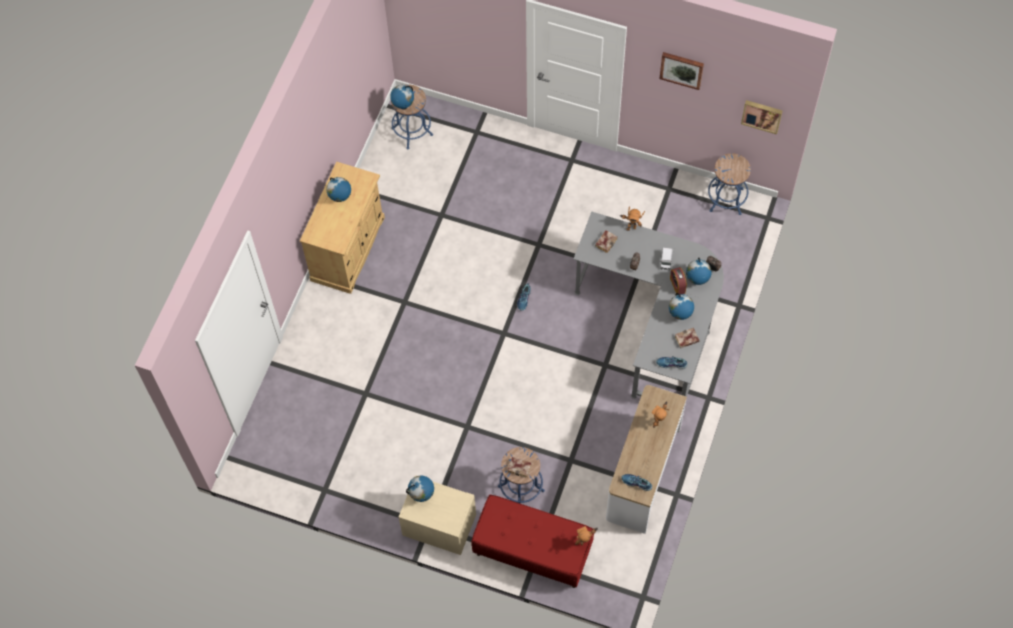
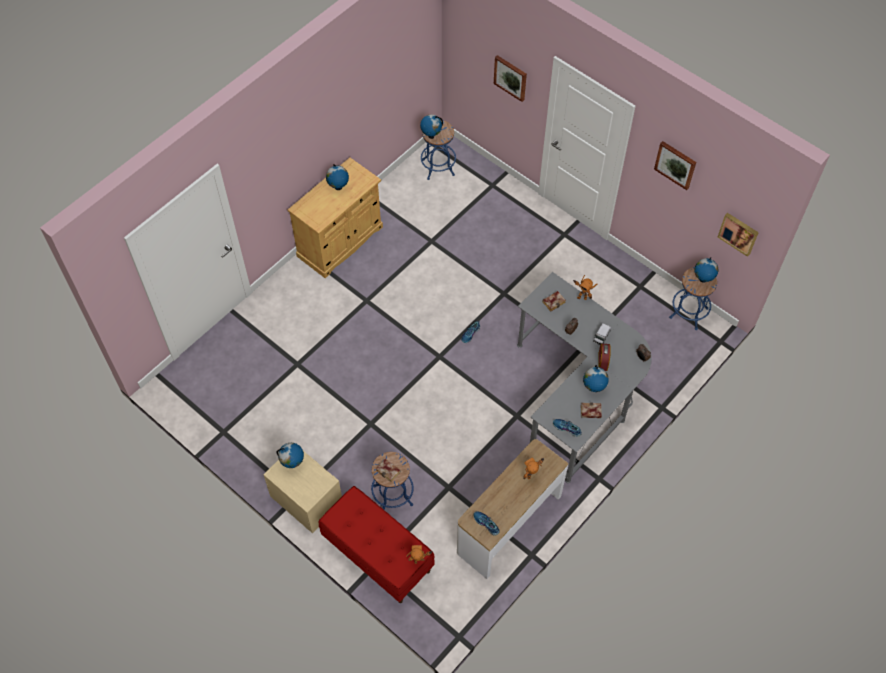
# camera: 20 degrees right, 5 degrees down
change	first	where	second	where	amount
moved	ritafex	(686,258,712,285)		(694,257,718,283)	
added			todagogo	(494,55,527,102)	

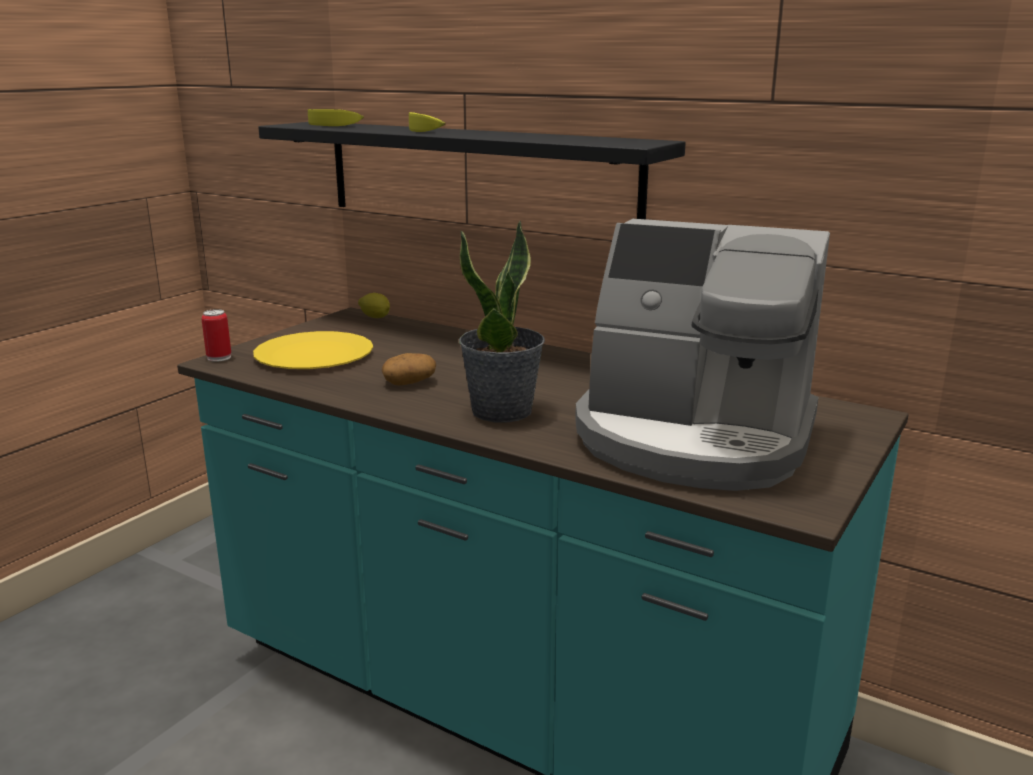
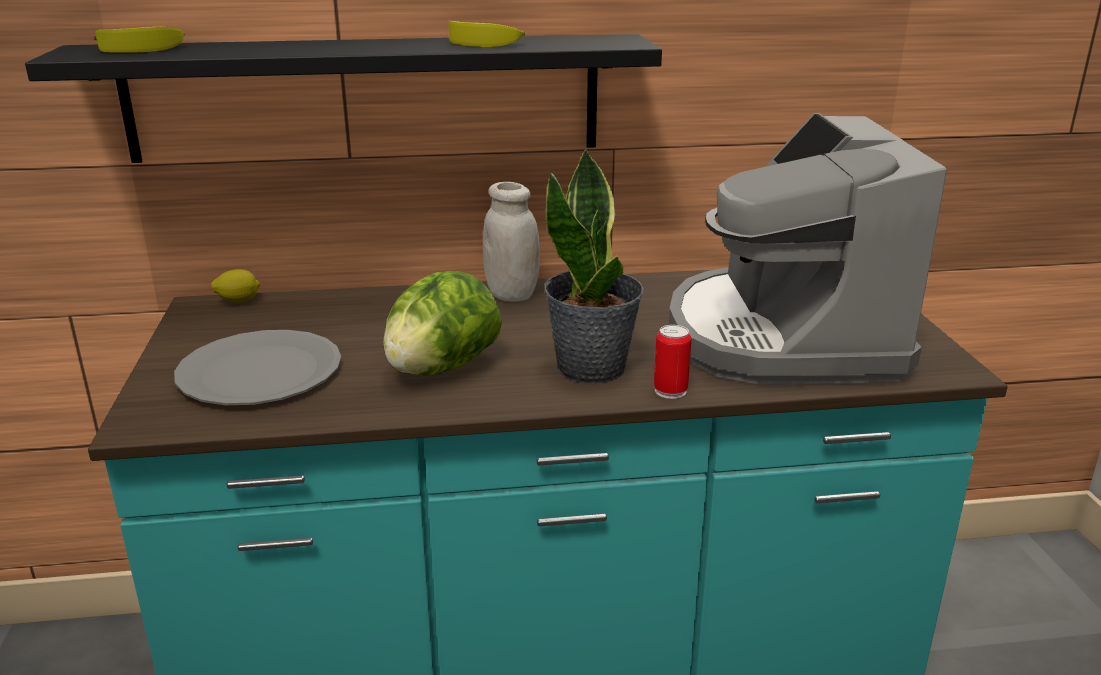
# camera: 40 degrees left, 5 degrees up
change	first	where	second	where	amount
moved	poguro	(409,112,446,132)		(449,21,525,47)	
turned	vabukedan	(575,219,830,491)		(669,113,947,384)	105 degrees clockwise
moved	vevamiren	(201,309,231,362)		(654,325,691,399)	
recoloured	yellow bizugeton	(253,331,373,369)	grey bizugeton	(174,330,342,405)	
replaced	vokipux	(382,353,436,386)	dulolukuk	(383,271,502,375)	
added			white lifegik	(483,182,540,302)	

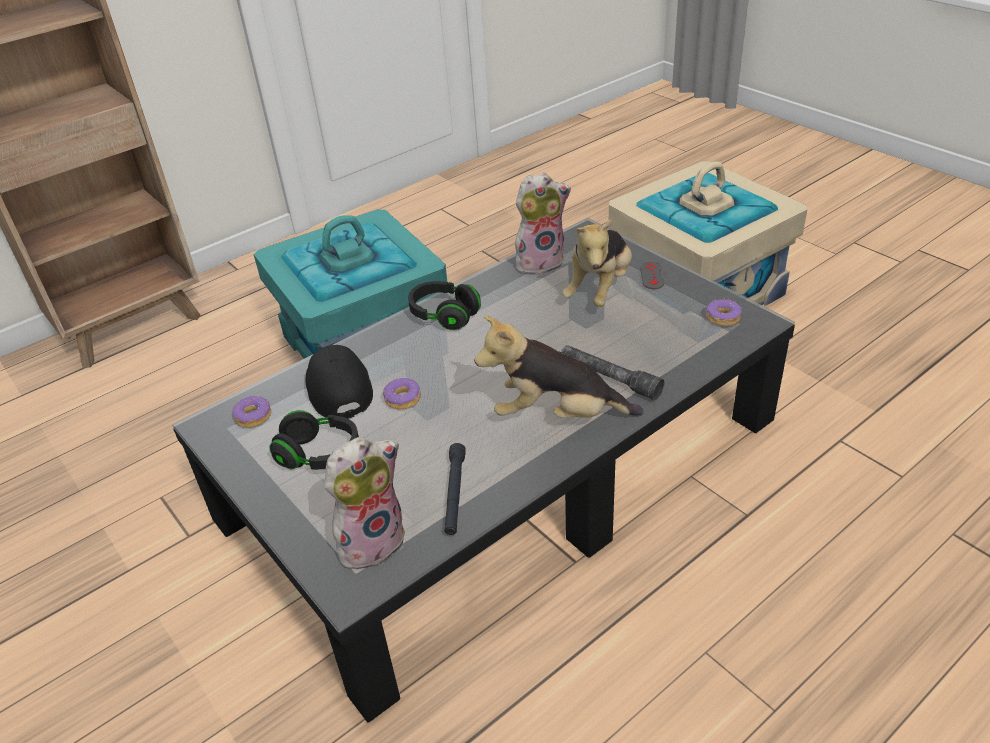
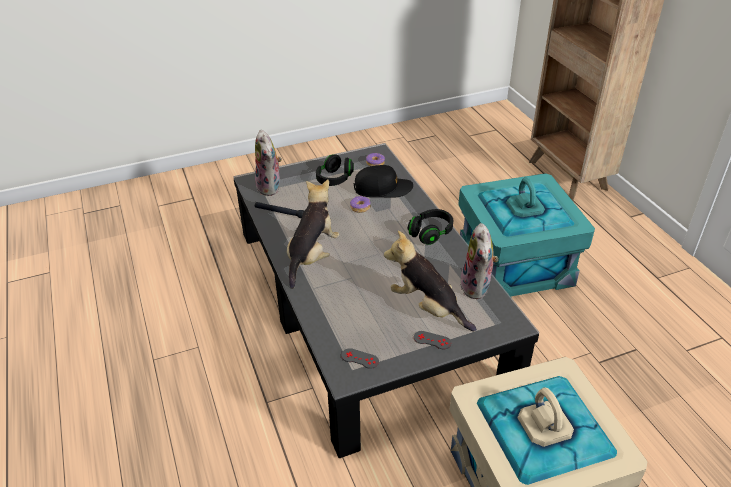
# camera: 105 degrees right, 0 degrees up
change	first	where	second	where	amount
replaced	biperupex	(706,298,742,326)	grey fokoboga	(341,348,379,369)	
removed	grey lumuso	(561,345,665,400)			

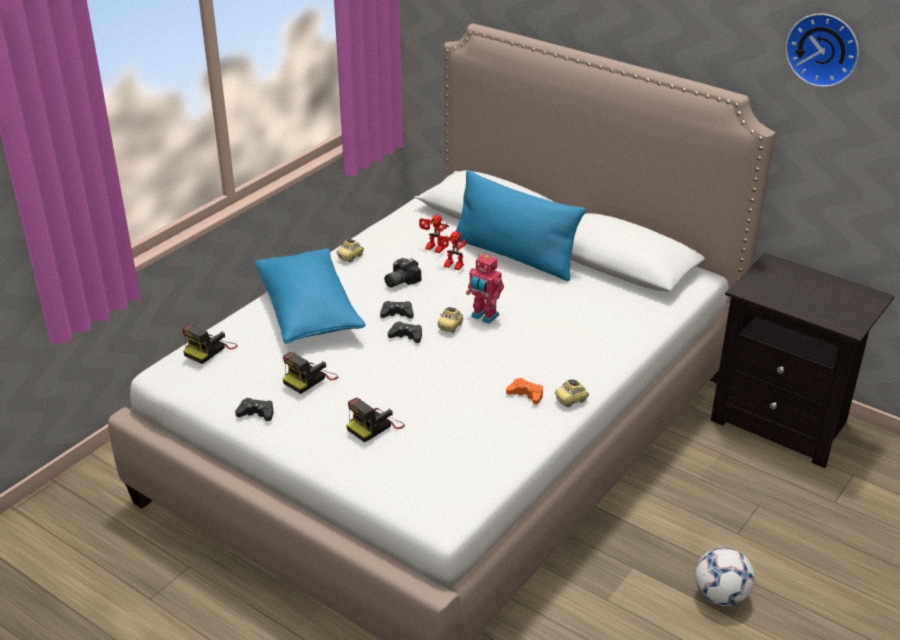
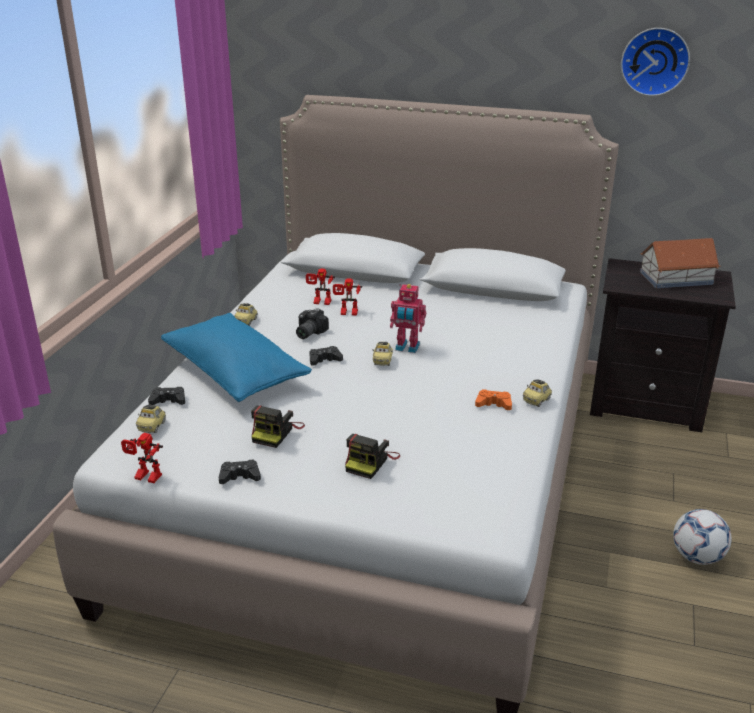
# camera: 20 degrees left, 5 degrees down
change	first	where	second	where	amount
removed	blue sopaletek	(455,170,586,281)			
moved	black fokoboga	(388,321,422,343)		(148,387,185,405)	
replaced	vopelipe	(182,324,238,364)	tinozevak	(136,405,166,433)	
added			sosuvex	(640,238,720,288)	
added			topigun	(121,433,163,483)	

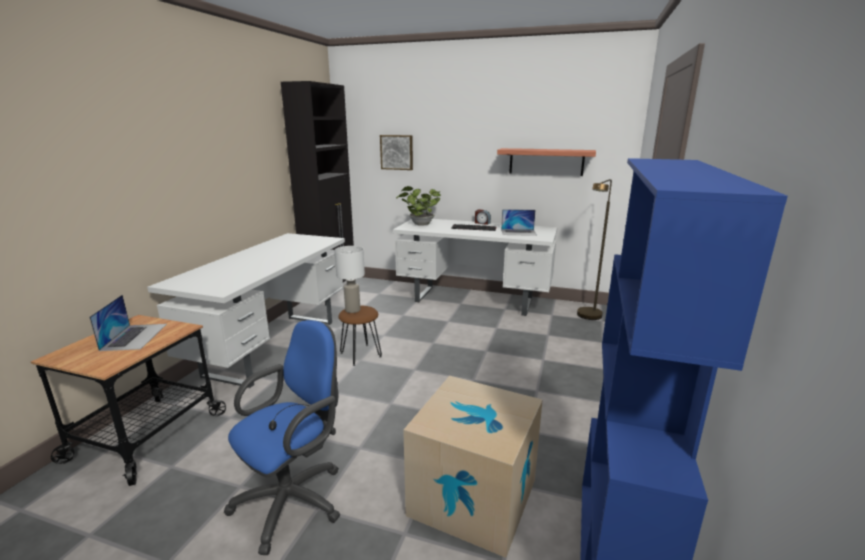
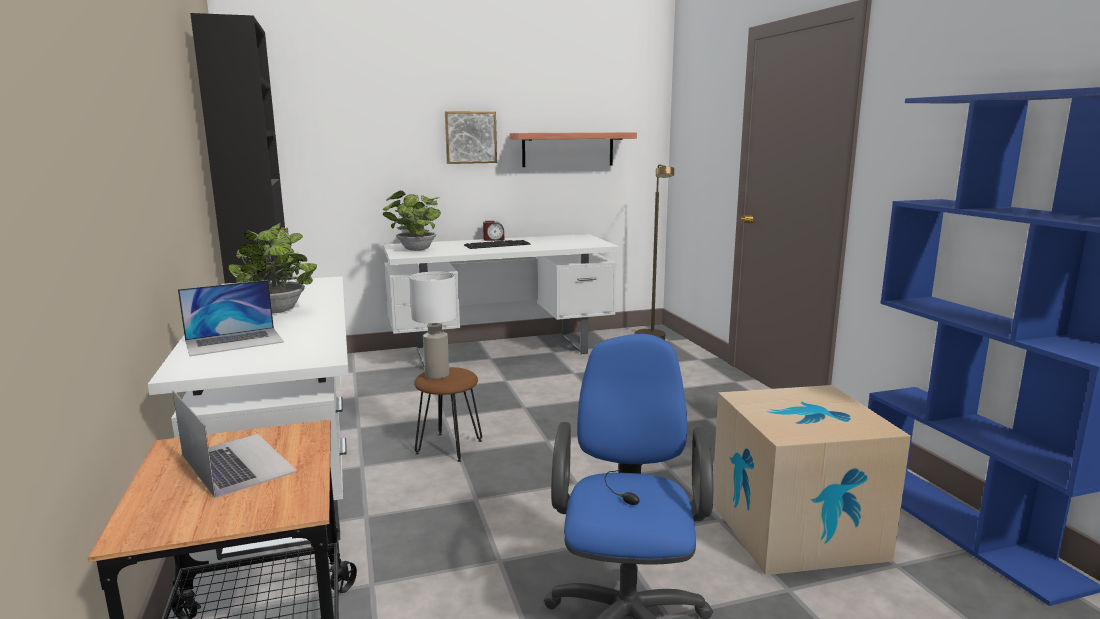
# camera: 35 degrees left, 5 degrees down
change	first	where	second	where	amount
moved	todagogo	(380,135,413,170)		(445,111,497,164)	
moved	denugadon	(501,209,537,236)		(178,280,284,356)	
added			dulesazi	(228,223,317,313)	

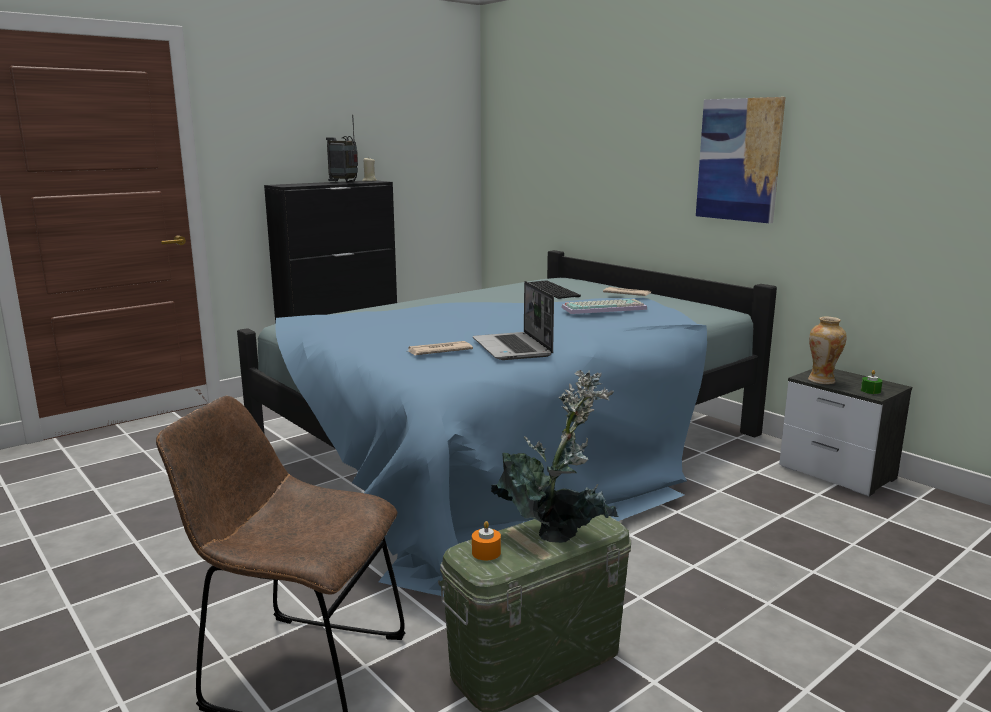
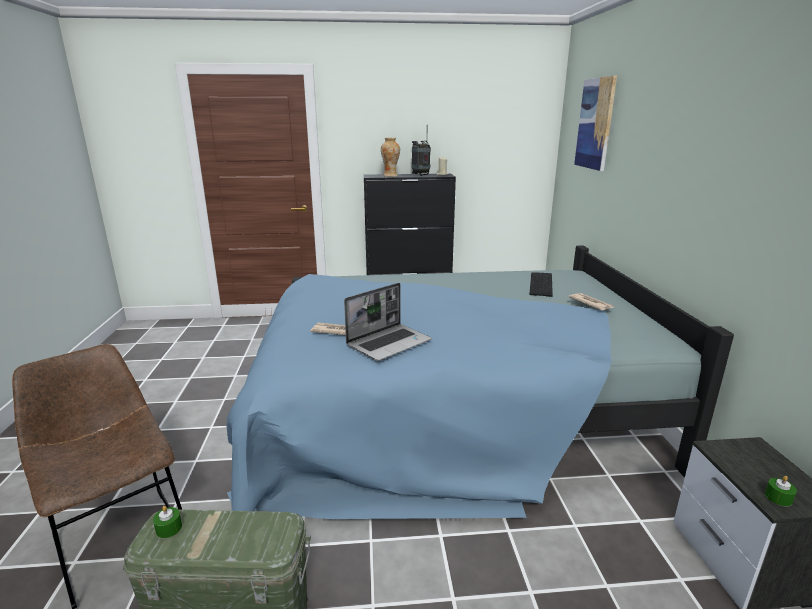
# camera: 35 degrees right, 5 degrees up
change	first	where	second	where	amount
moved	todagogo	(696,97,786,224)		(574,75,617,171)	
turned	denugadon	(473,281,554,360)		(344,283,432,361)	150 degrees counterclockwise
removed	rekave	(561,299,647,314)			
moved	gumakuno	(808,317,846,384)		(381,138,400,177)	
removed	dulesazi	(491,370,619,543)			
recoloured	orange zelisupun	(472,521,501,560)	green zelisupun	(153,506,182,538)	

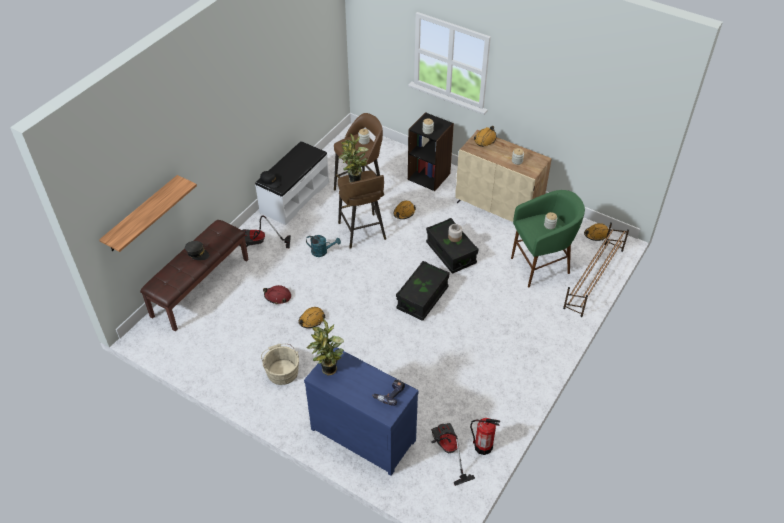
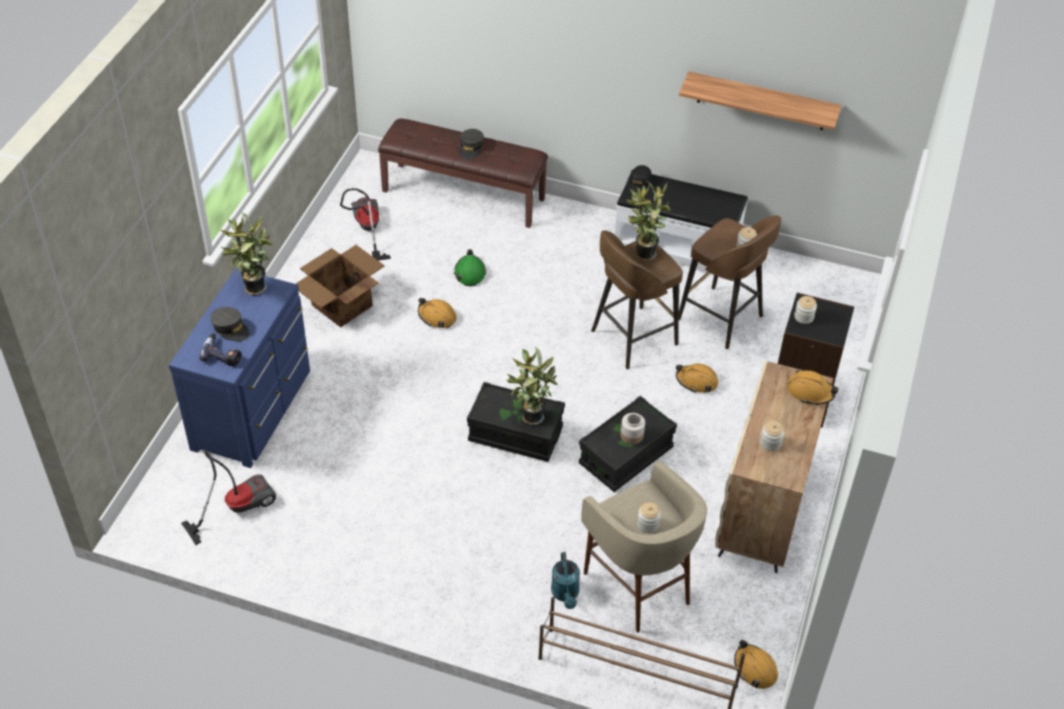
# camera: 75 degrees right, 0 degrees up
change	first	where	second	where	amount
moved	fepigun	(99,175,197,252)		(679,72,842,130)	
recoloured	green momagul	(511,190,585,288)	beige momagul	(581,461,707,632)	
moved	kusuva	(239,215,291,248)		(340,188,391,260)	
moved	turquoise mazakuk	(306,235,341,257)		(551,552,580,609)	
recoloured	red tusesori	(263,285,291,305)	green tusesori	(454,249,486,286)	
replaced	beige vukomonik	(261,344,299,385)	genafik	(296,245,385,328)	
removed	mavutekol	(470,418,500,455)			
added			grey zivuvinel	(210,307,250,341)	
added			dulesazi	(506,347,557,425)	

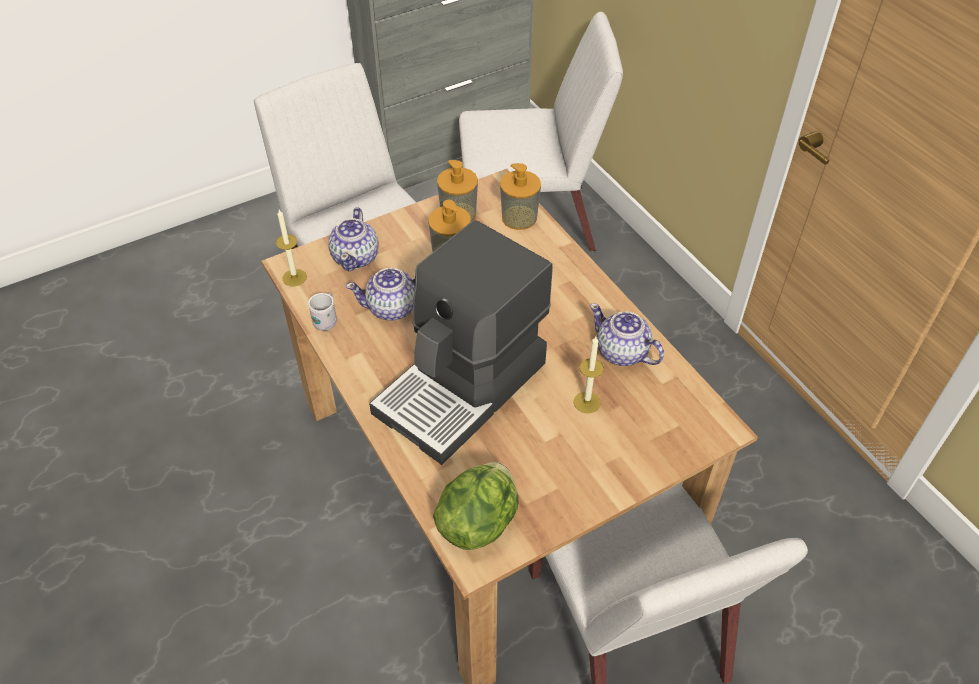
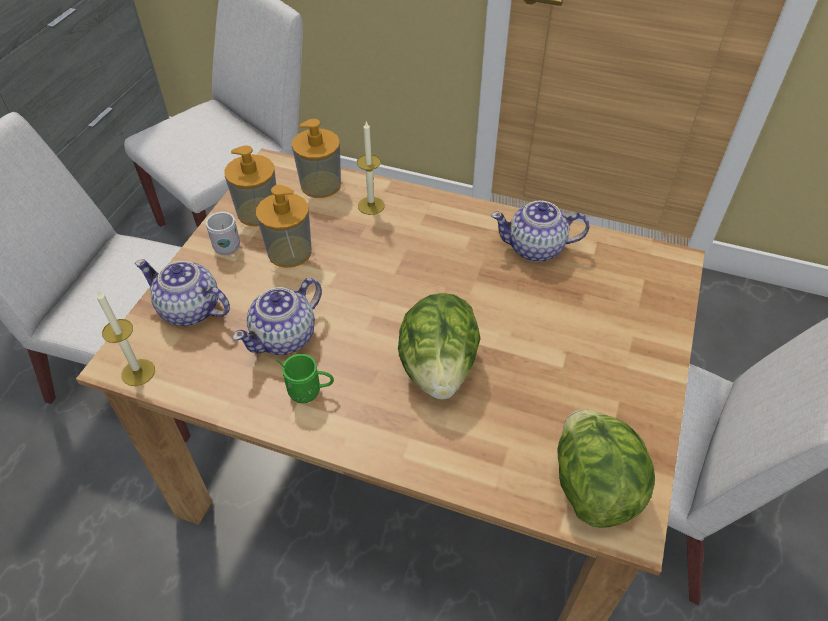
# camera: 40 degrees left, 0 degrees up
change	first	where	second	where	amount
turned	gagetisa	(328,207,379,271)		(135,259,230,326)	150 degrees clockwise
replaced	vabukedan	(369,220,553,465)	dulolukuk	(398,293,481,399)	
moved	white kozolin	(308,293,337,331)		(206,212,240,255)	
moved	zelisupun	(574,336,604,413)		(357,120,384,215)	
added			green kozolin	(277,354,334,403)	

